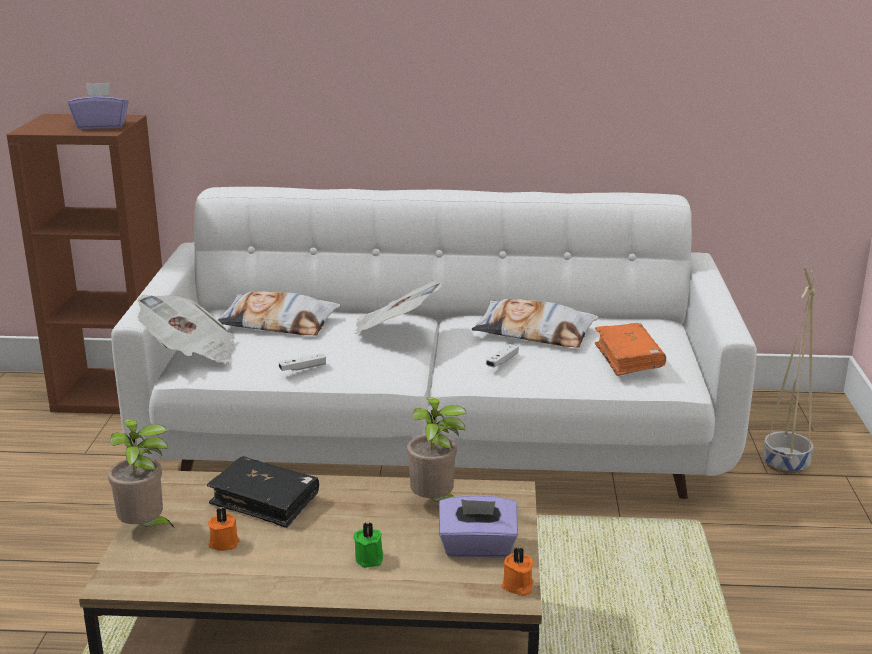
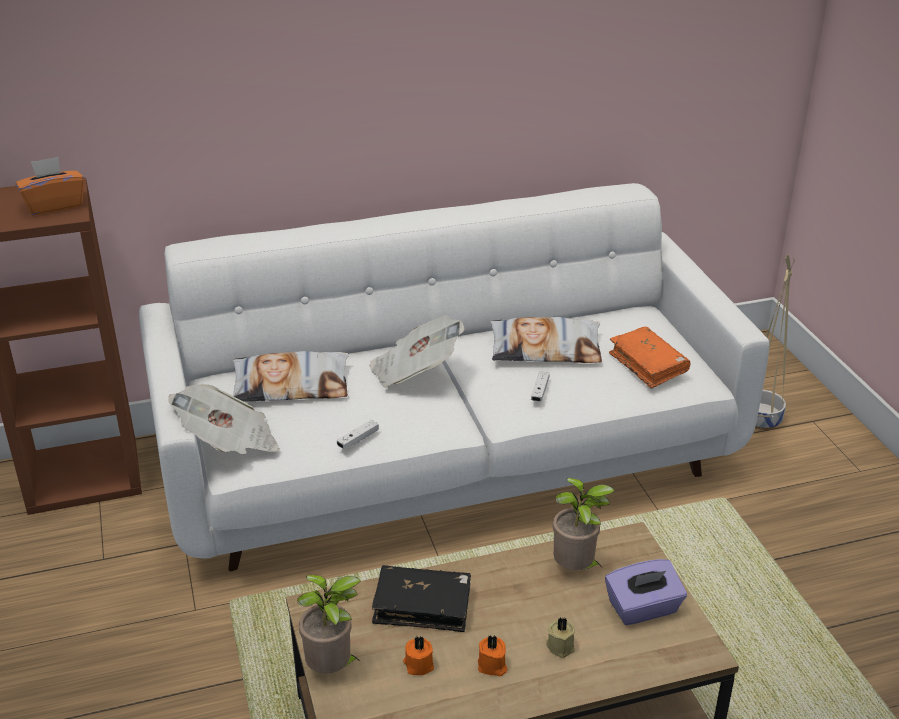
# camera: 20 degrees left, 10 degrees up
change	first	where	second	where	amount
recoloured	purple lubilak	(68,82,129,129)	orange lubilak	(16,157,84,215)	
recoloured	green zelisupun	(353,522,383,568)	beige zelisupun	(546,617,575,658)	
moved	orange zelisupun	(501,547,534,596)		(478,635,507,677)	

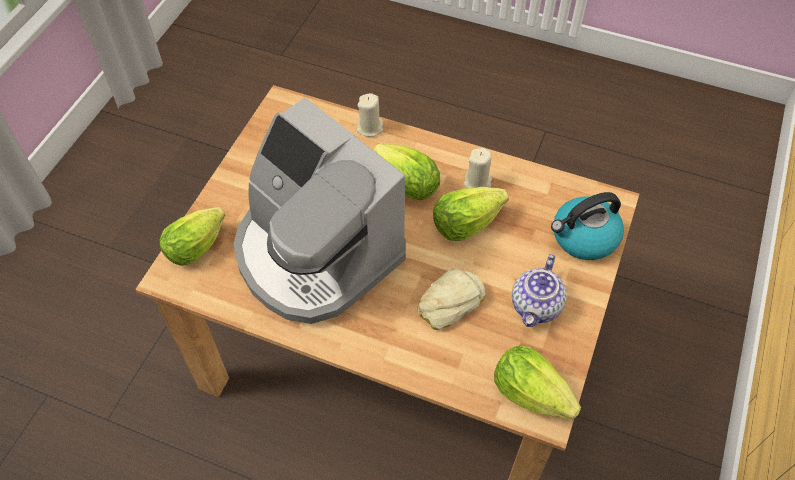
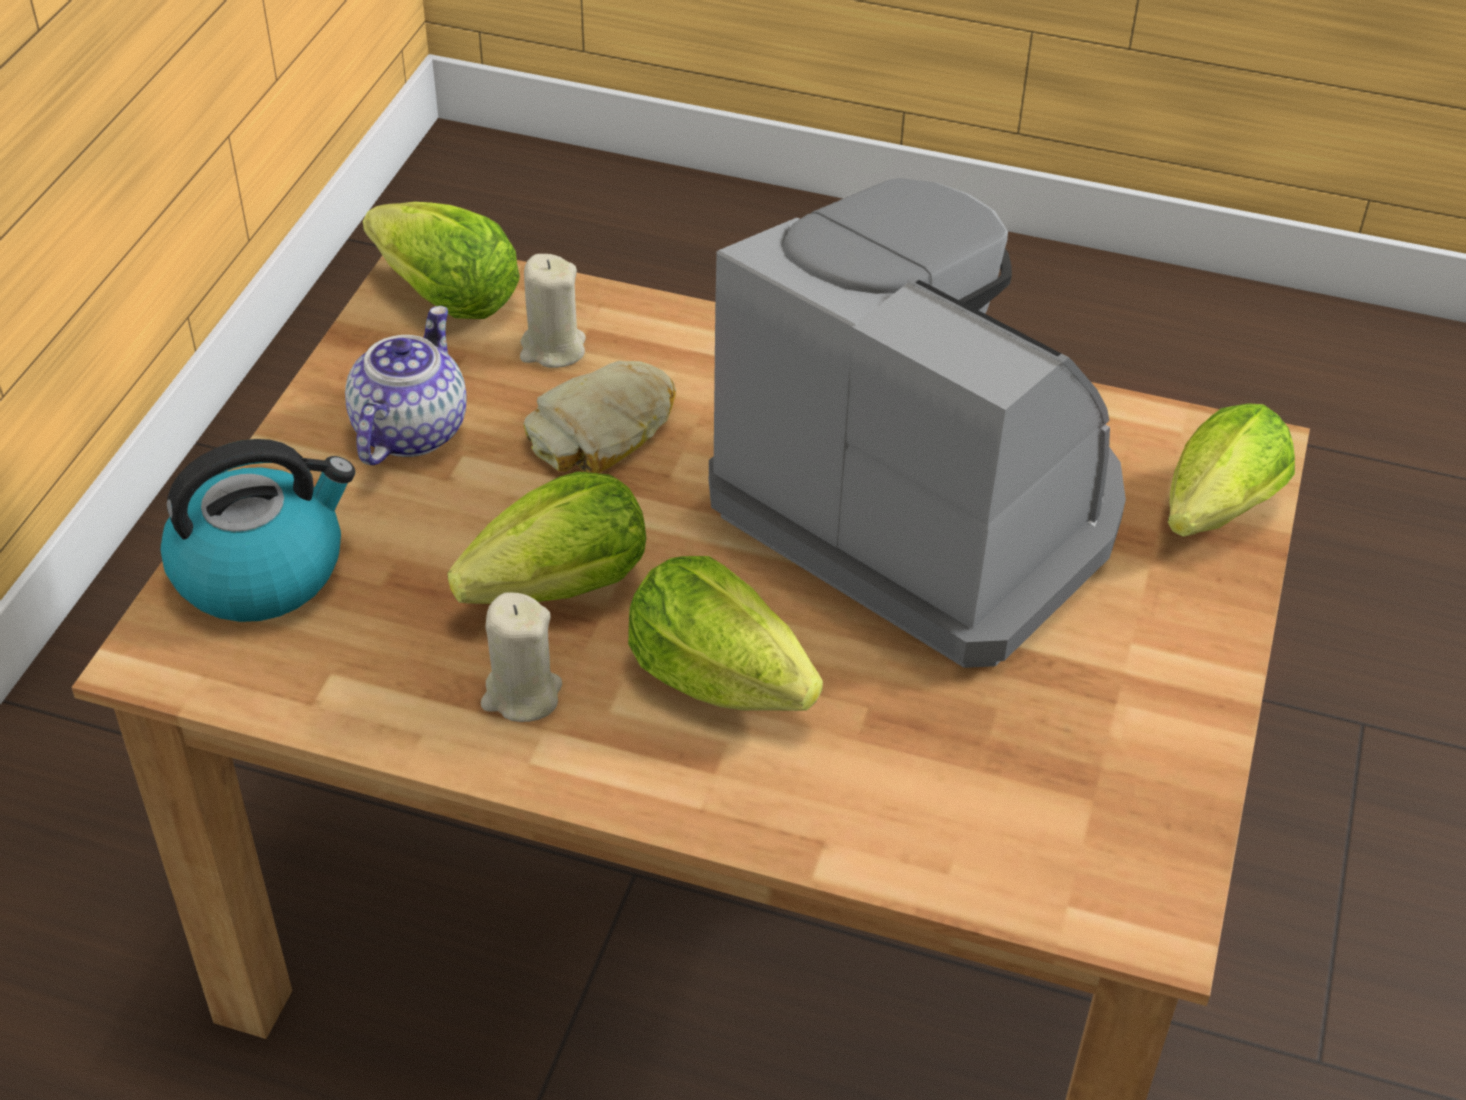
# camera: 175 degrees right, 10 degrees down
change	first	where	second	where	amount
moved	beige zelisupun	(357,93,383,137)		(520,254,586,368)	

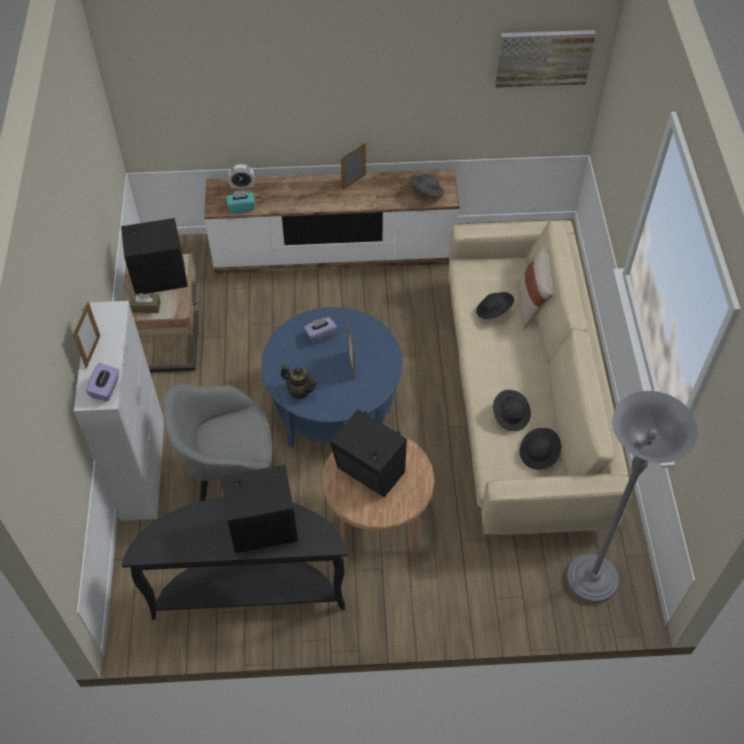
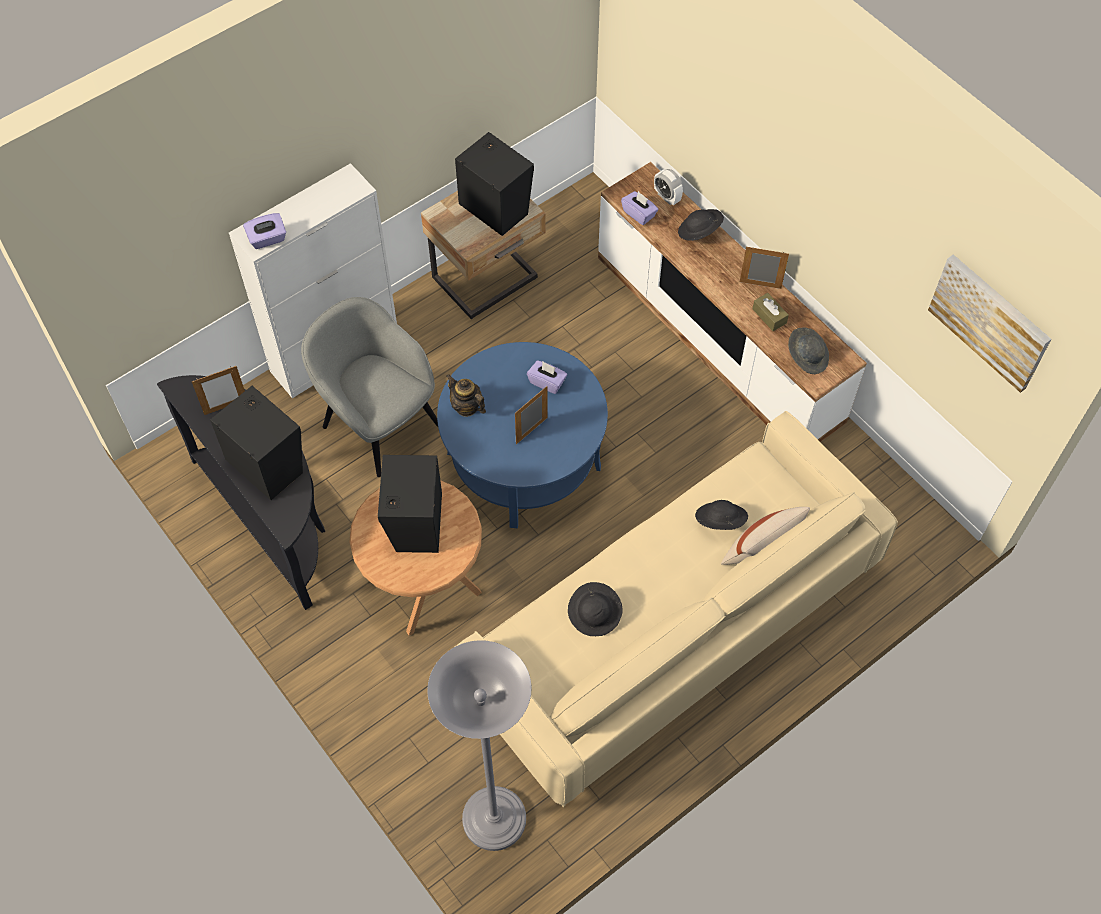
# camera: 55 degrees right, 5 degrees up
change	first	where	second	where	amount
recoloured	turquoise lubilak	(227,190,255,214)	purple lubilak	(621,191,659,225)	
moved	brown lubilak	(129,293,161,313)		(752,293,789,331)	
moved	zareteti	(73,301,100,369)		(192,366,245,415)	
turned	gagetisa	(281,365,317,399)		(446,374,486,417)	135 degrees clockwise
moved	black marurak	(520,428,561,470)		(678,209,724,241)	

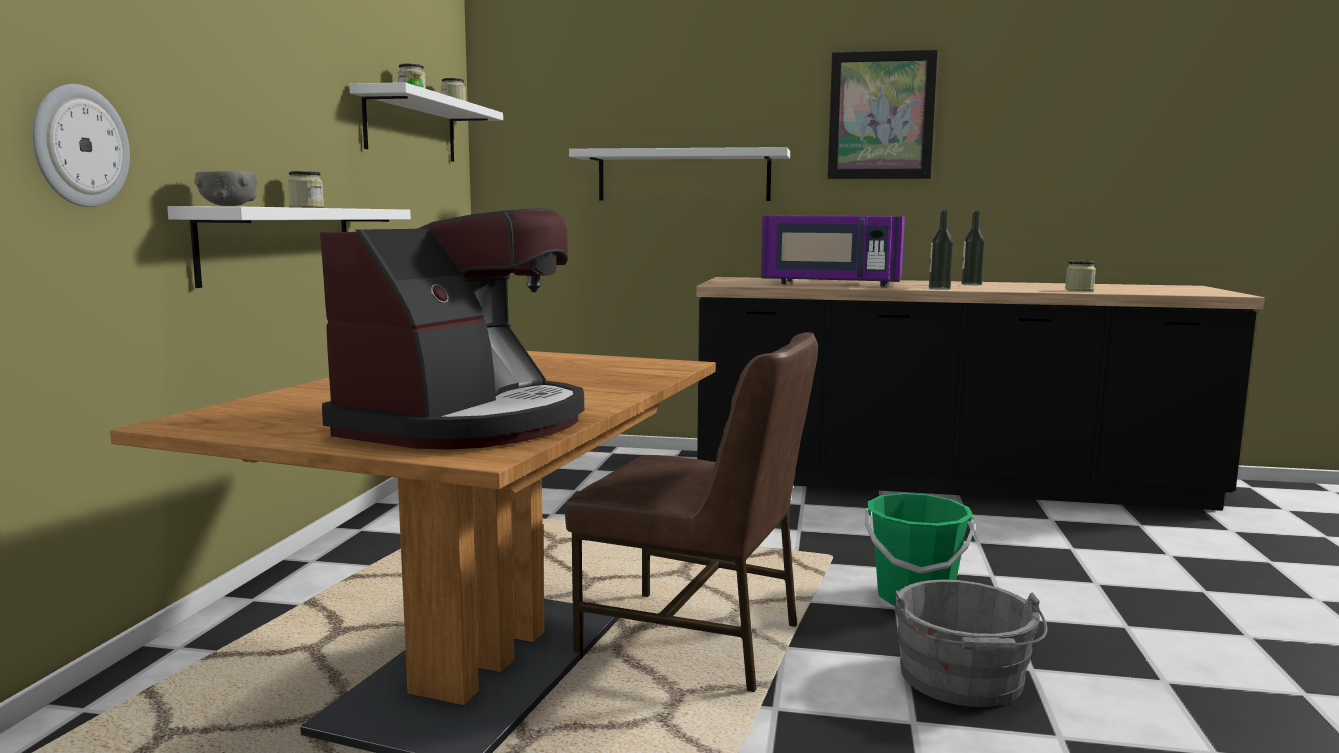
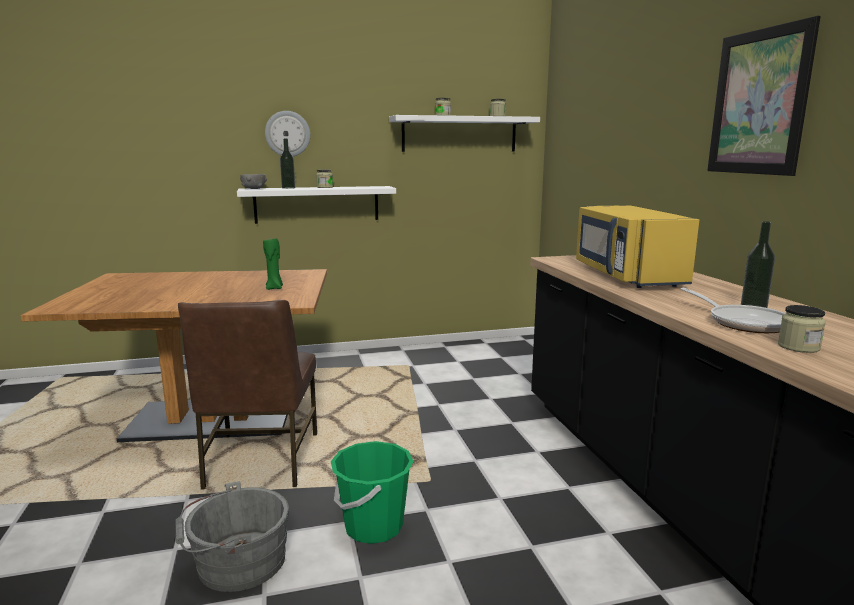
# camera: 65 degrees right, 5 degrees up
change	first	where	second	where	amount
moved	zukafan	(32,84,130,207)		(265,111,310,156)	
removed	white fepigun	(569,147,790,201)			
removed	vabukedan	(320,208,584,449)			
moved	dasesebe	(929,210,953,290)		(280,138,295,189)	
recoloured	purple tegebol	(761,215,905,287)	yellow tegebol	(576,205,699,288)	
added			green zelisupun	(263,238,283,290)	
added			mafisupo	(681,288,785,333)	

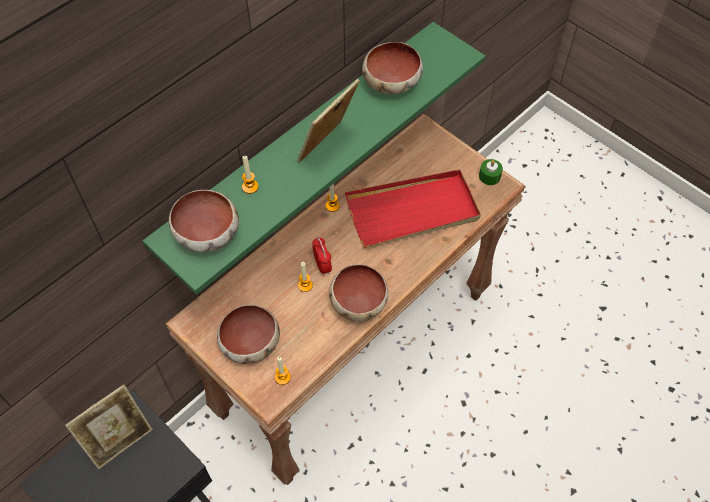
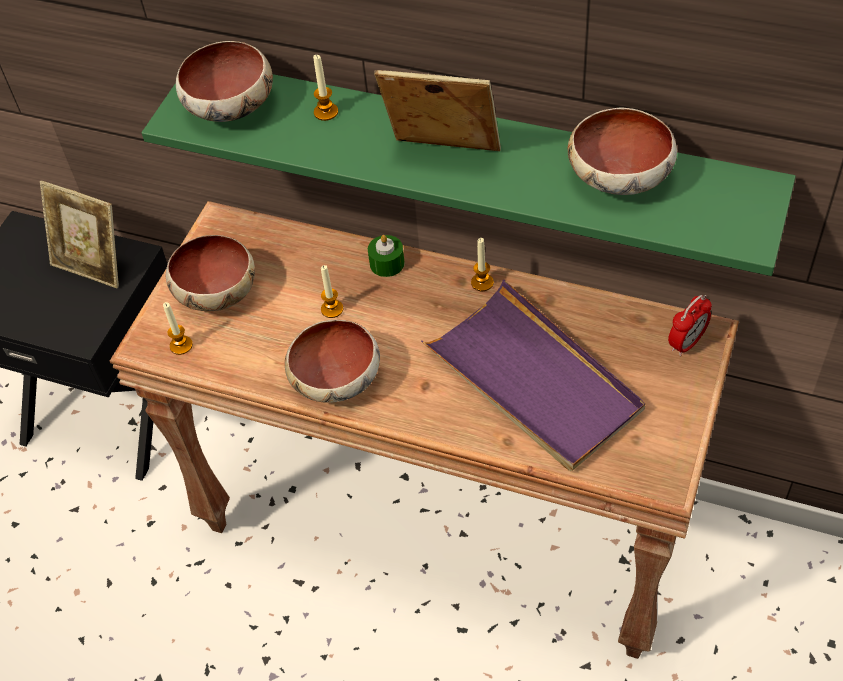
# camera: 70 degrees right, 5 degrees down
change	first	where	second	where	amount
moved	green zelisupun	(479,159,503,185)		(368,235,405,277)	
recoloured	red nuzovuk	(345,170,481,248)	purple nuzovuk	(421,280,646,471)	
moved	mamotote	(312,237,332,276)		(668,295,712,356)	

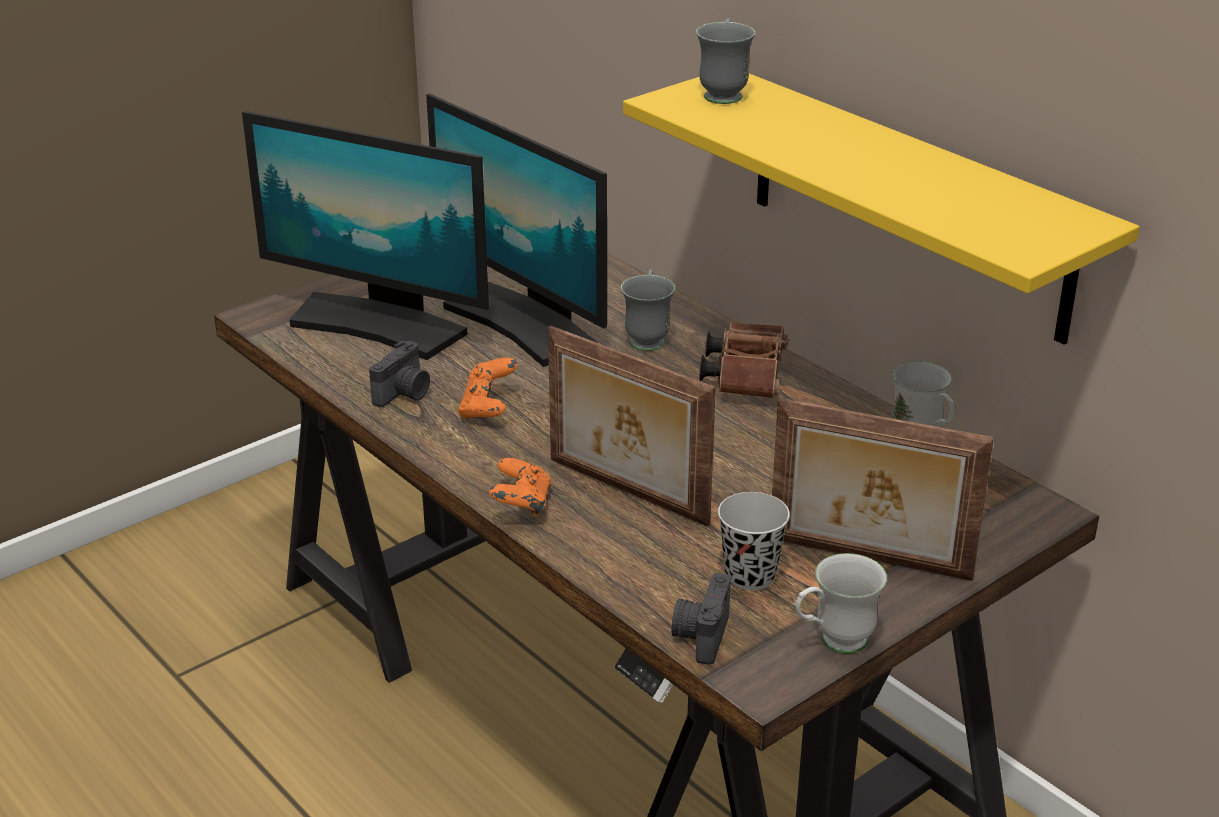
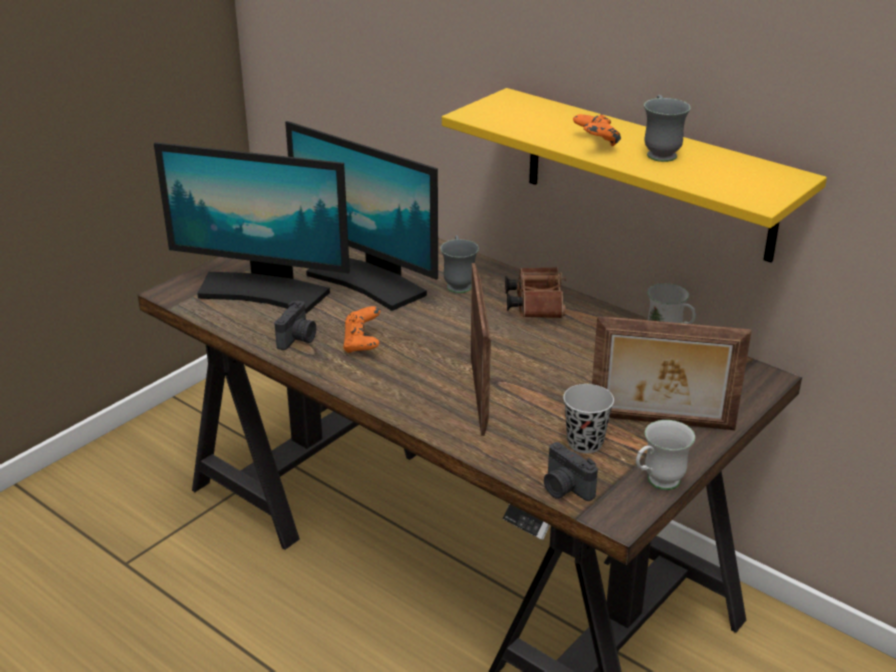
# camera: 10 degrees left, 0 degrees up
change	first	where	second	where	amount
moved	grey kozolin	(696,18,755,104)		(644,95,691,162)	
turned	zareteti	(548,325,716,526)		(471,263,491,436)	120 degrees counterclockwise
moved	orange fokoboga	(489,458,551,517)		(573,114,621,146)	
turned	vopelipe	(671,573,731,665)		(544,442,598,501)	45 degrees counterclockwise

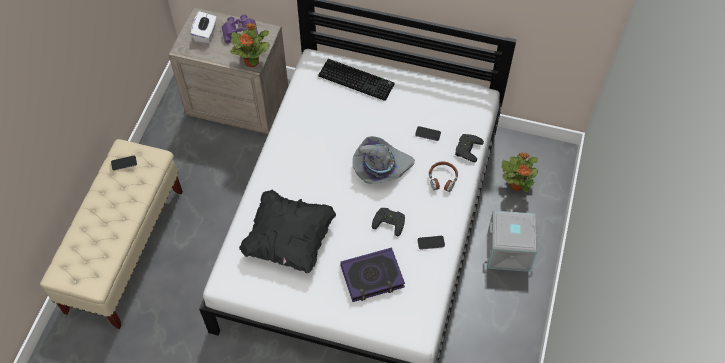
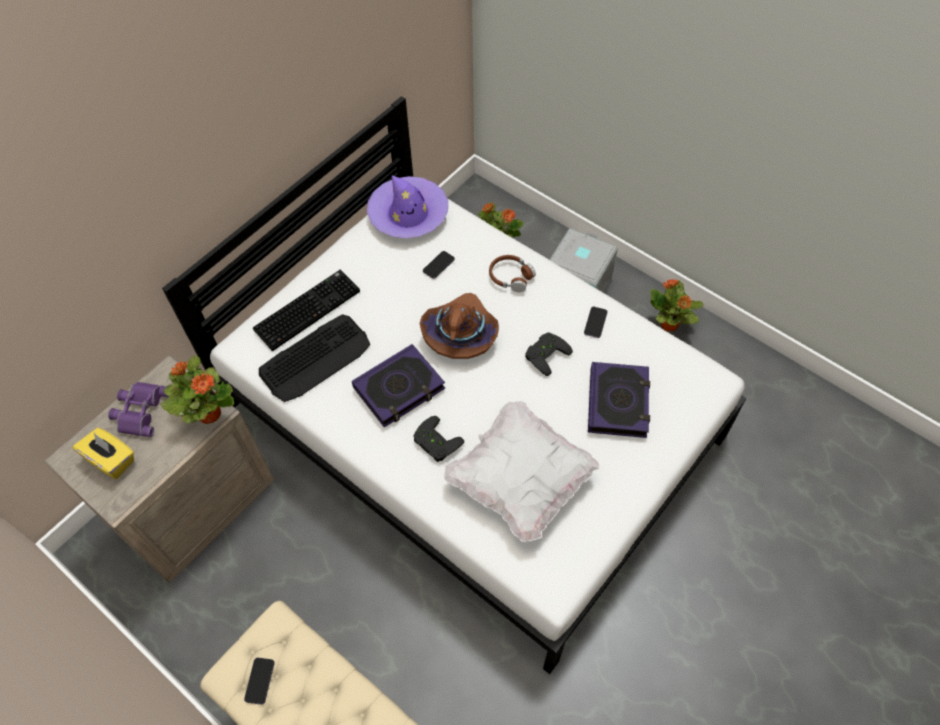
# camera: 65 degrees left, 0 degrees up
change	first	where	second	where	amount
recoloured	white lubilak	(191,11,216,43)	yellow lubilak	(73,428,134,479)	
moved	black fokoboga	(455,134,484,162)		(413,416,464,462)	
recoloured	grey marurak	(353,136,415,184)	brown marurak	(420,293,499,359)	
recoloured	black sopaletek	(239,189,336,274)	white sopaletek	(444,401,600,542)	
added			purple marurak	(367,175,448,238)	
added			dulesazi	(650,279,704,331)	
added			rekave	(259,314,370,402)	
added			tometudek	(352,344,445,427)	

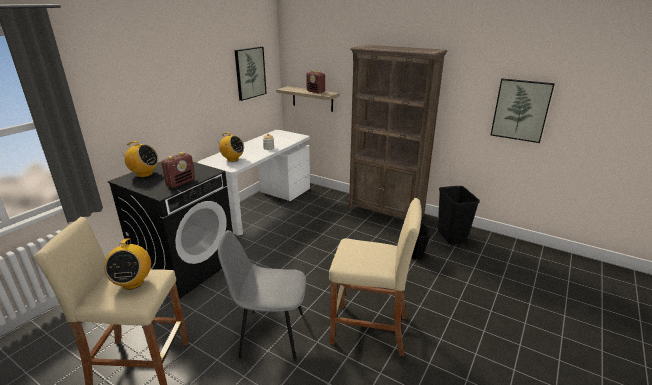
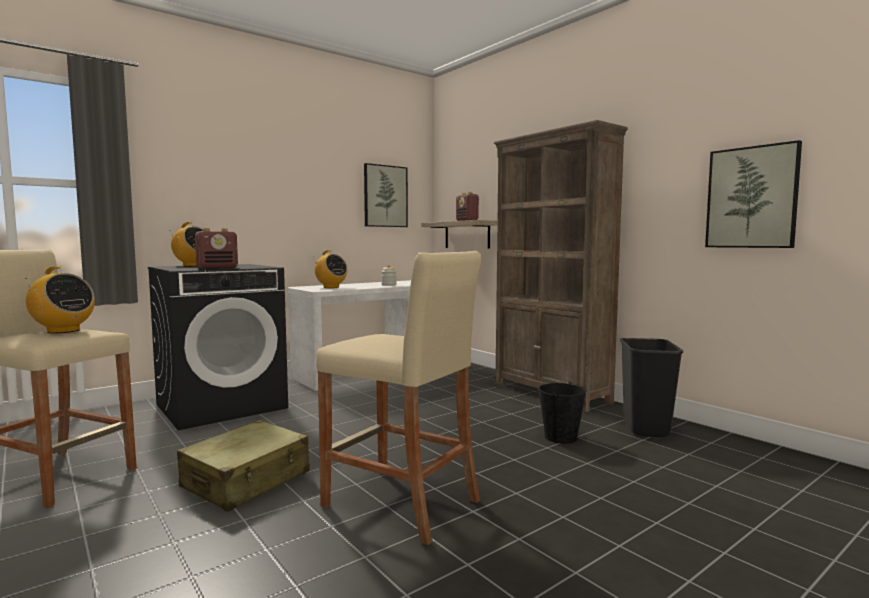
# camera: 20 degrees right, 20 degrees down
change	first	where	second	where	amount
replaced	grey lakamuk	(218,230,306,361)	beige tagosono	(177,420,310,512)	
turned	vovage	(104,238,151,290)		(25,266,95,333)	75 degrees counterclockwise

